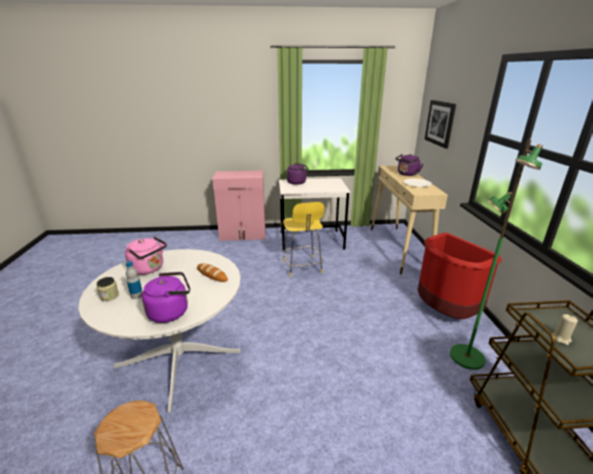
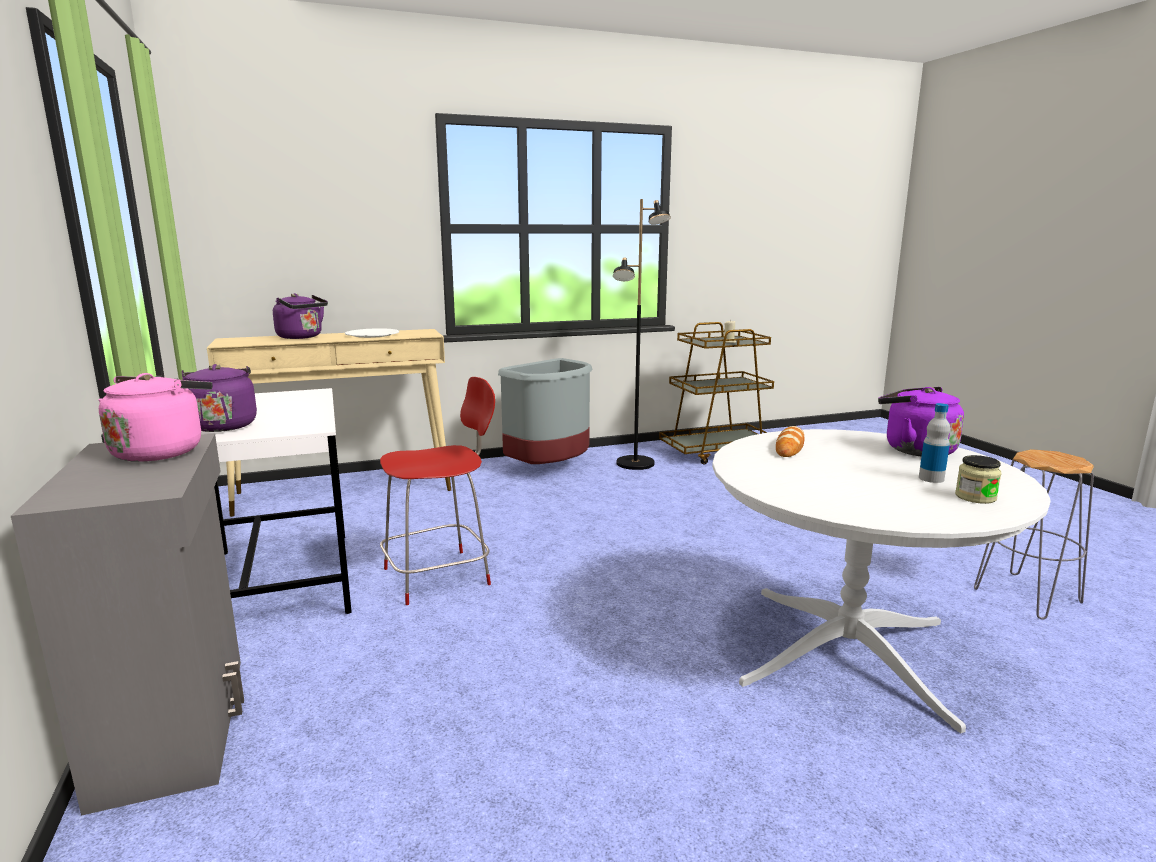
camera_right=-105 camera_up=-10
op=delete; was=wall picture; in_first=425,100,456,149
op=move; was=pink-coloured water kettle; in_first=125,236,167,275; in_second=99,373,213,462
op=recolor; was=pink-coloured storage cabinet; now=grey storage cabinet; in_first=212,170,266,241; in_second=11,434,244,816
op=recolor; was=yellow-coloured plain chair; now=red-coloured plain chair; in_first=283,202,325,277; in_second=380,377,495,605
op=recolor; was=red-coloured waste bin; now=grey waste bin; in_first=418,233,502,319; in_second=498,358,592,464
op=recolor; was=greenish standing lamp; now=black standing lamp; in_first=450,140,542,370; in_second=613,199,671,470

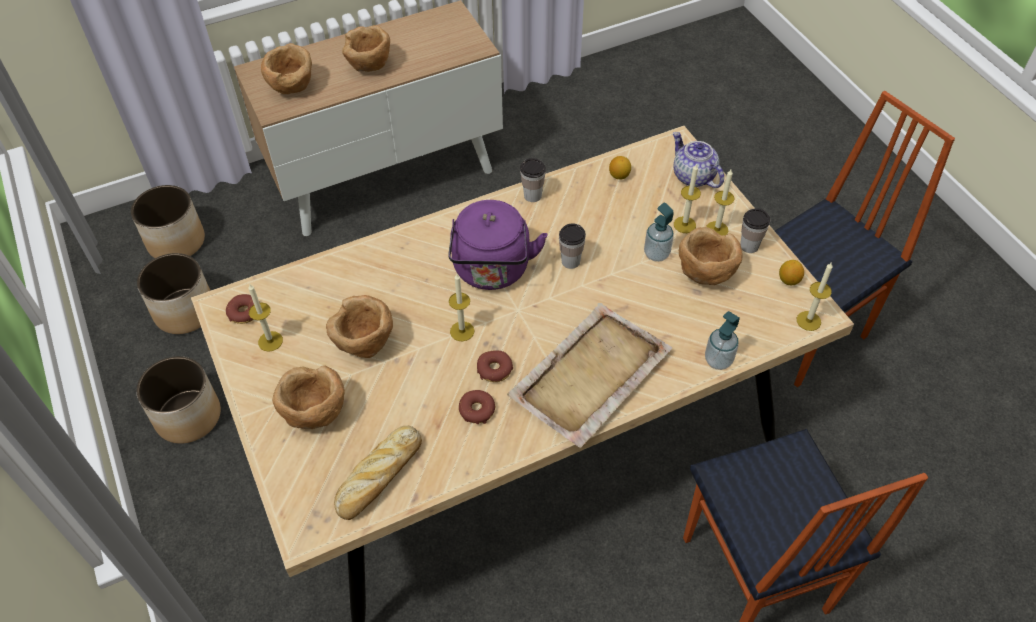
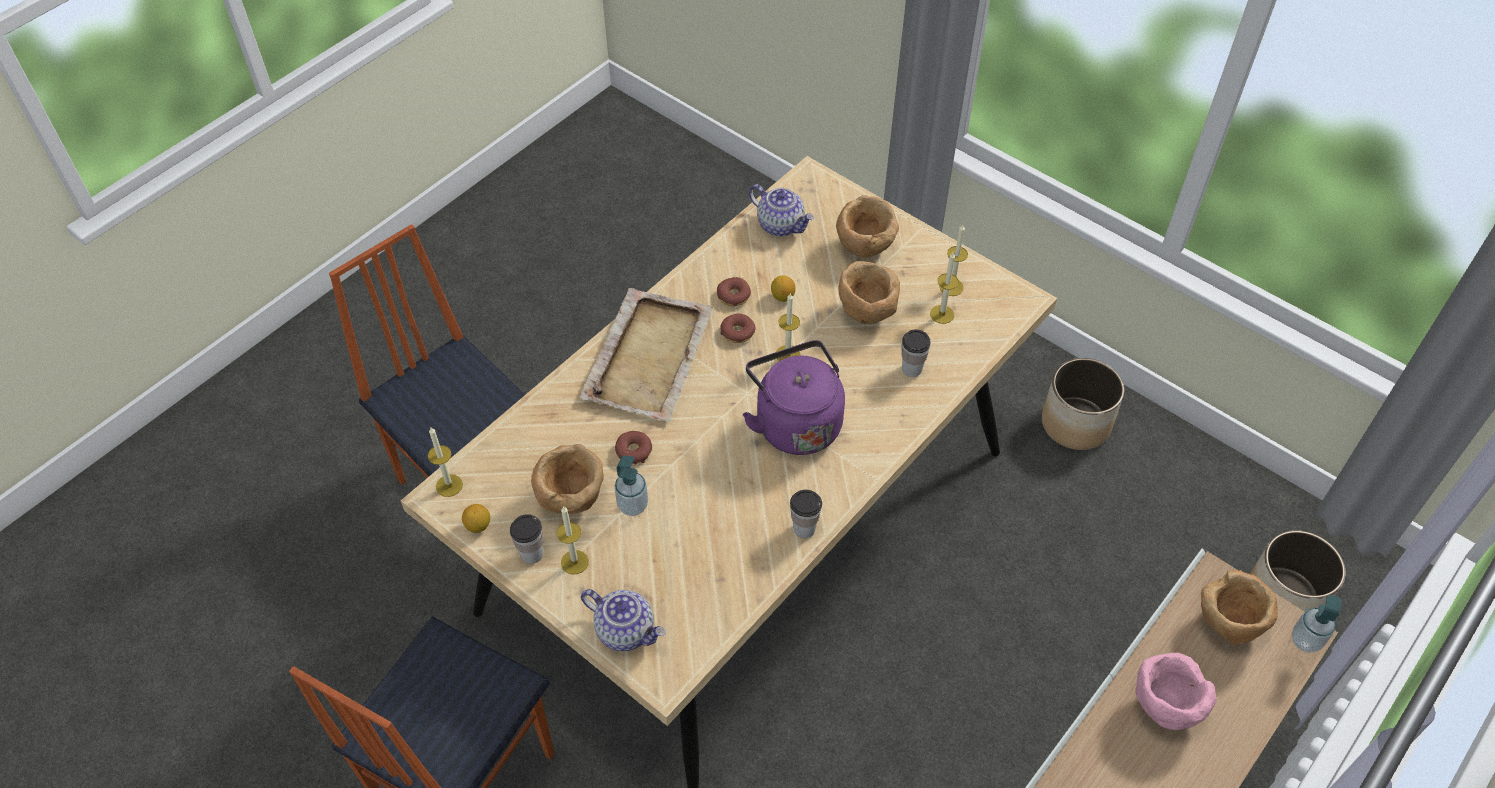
camera_right=155 camera_up=0
op=delete; was=flower pot; in_first=137,253,211,334
op=move; was=ring doughnut; in_first=226,294,260,324; in_second=615,431,652,464
op=move; was=cup; in_first=559,223,586,269; in_second=902,329,931,377
op=move; was=citrus fruit; in_first=609,156,631,180; in_second=771,276,795,302
op=move; was=wax light; in_first=674,164,701,233; in_second=930,253,959,324
op=move; was=soap bottle; in_first=705,311,740,370; in_second=1292,595,1342,653
op=replace; was=baked bread; now=tea pot; in_first=334,426,422,520; in_second=749,184,814,236
op=recolor; was=brownish serving bowl; now=pink-coloured serving bowl; in_first=342,25,390,72; in_second=1135,653,1217,730

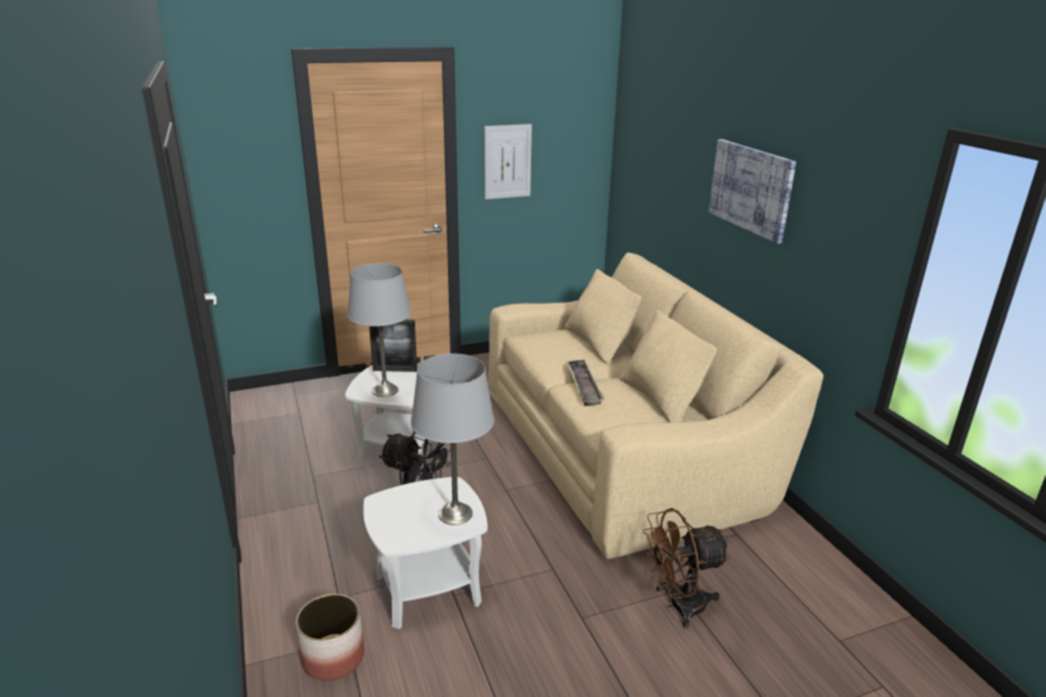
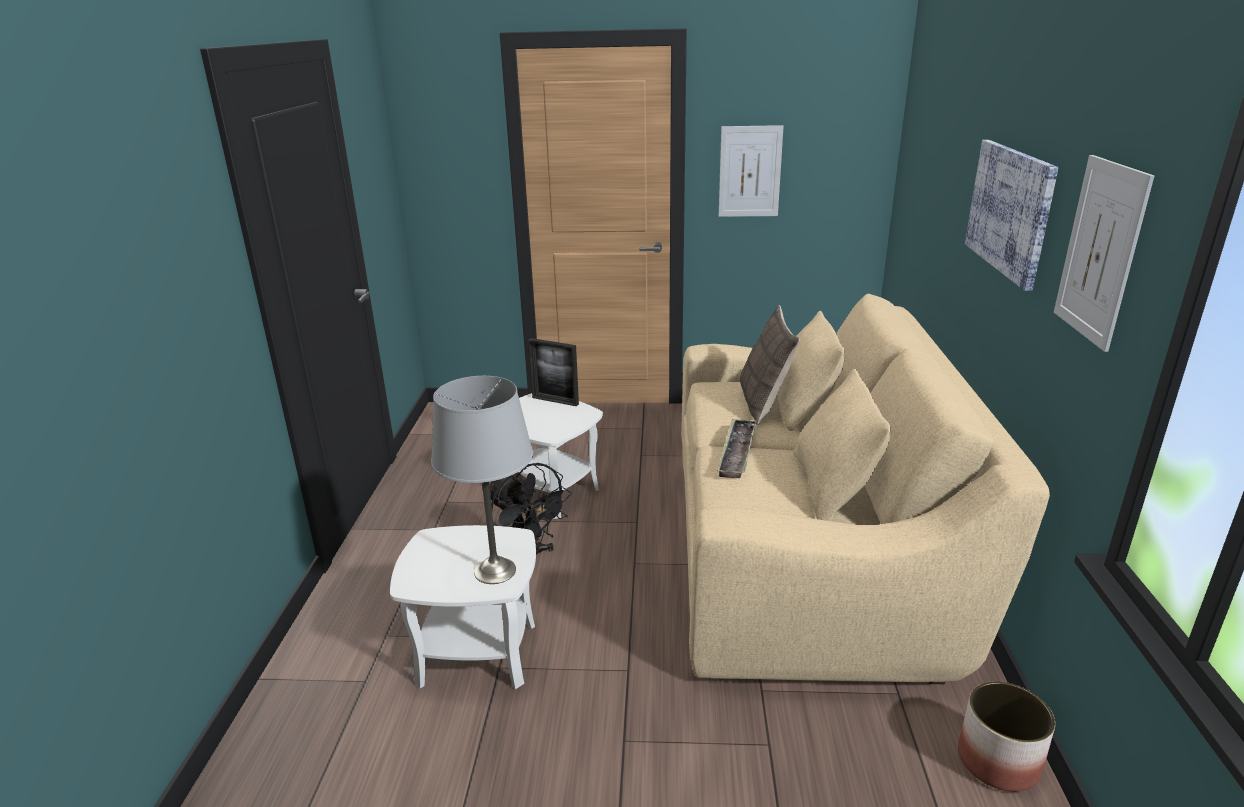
camera_right=25 camera_up=0
op=delete; was=grey table lamp; in_first=347,263,411,397
op=delete; was=brownish electric fan; in_first=643,508,731,629
op=insert; now=throw pillow; in_second=740,305,800,425
op=insert; now=wall picture; in_second=1054,155,1154,352
op=move; was=flower pot; in_first=296,594,364,681; in_second=958,681,1055,792

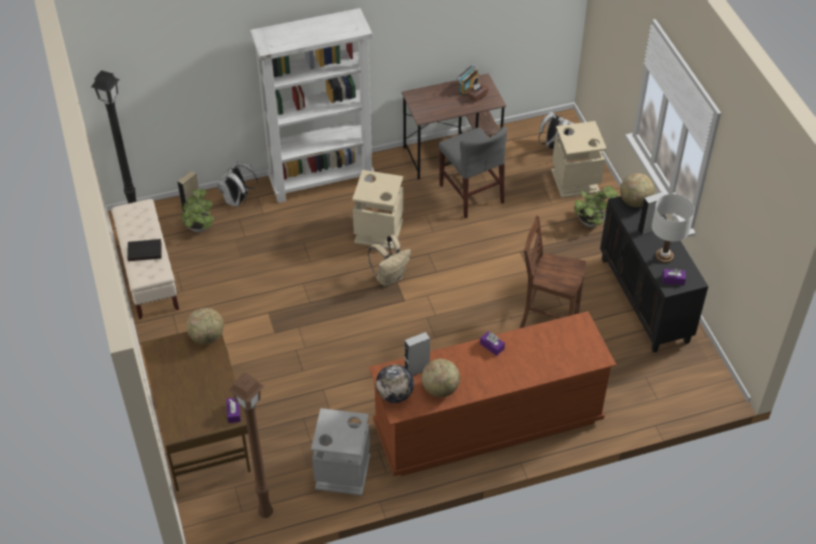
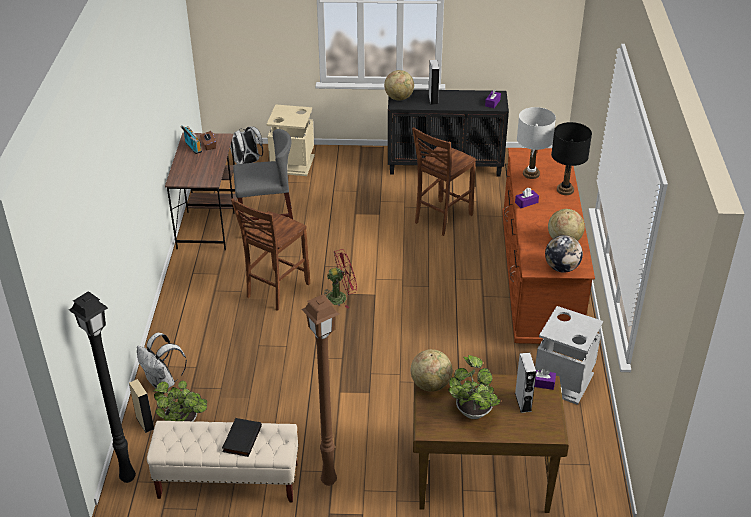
camera_right=-70 camera_up=-10
op=delete; was=white bookshelf; in_first=250,8,374,203
op=insert; now=black table lamp; in_second=551,122,592,195
op=move; was=brownish standing lamp; in_first=228,372,273,518; in_second=302,294,339,486
op=move; was=grey loudspeaker; in_first=405,332,430,376; in_second=515,353,536,413
op=move; was=potted plant; in_first=574,186,618,227; in_second=448,355,501,419
op=move; was=white table lamp; in_first=652,194,695,263; in_second=517,107,556,179
op=replace; was=beige waste bin; now=brownish plain chair; in_first=352,170,403,250; in_second=231,198,310,311
op=replace; was=beige knapsack; now=red-coloured electric fan; in_first=368,235,411,286; in_second=324,249,357,309

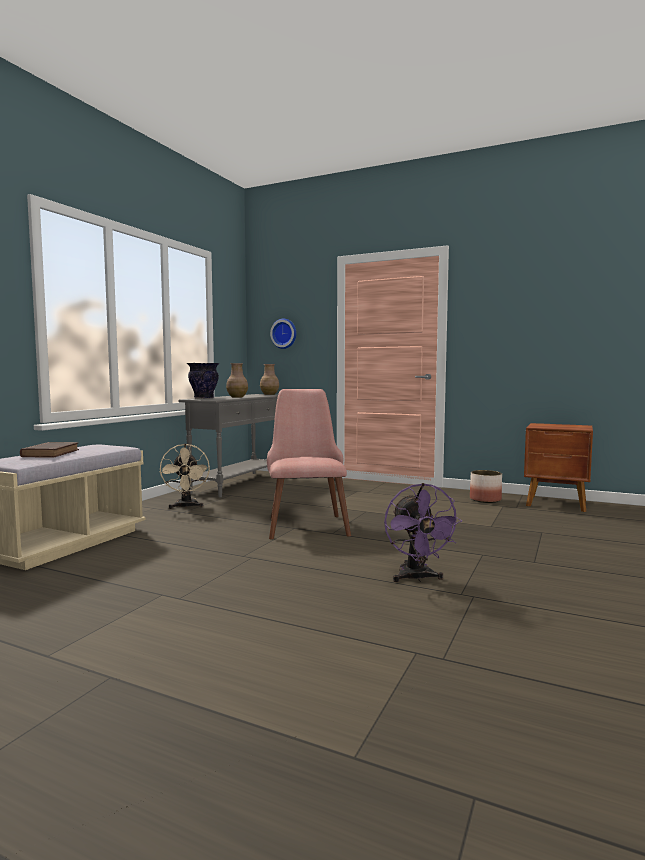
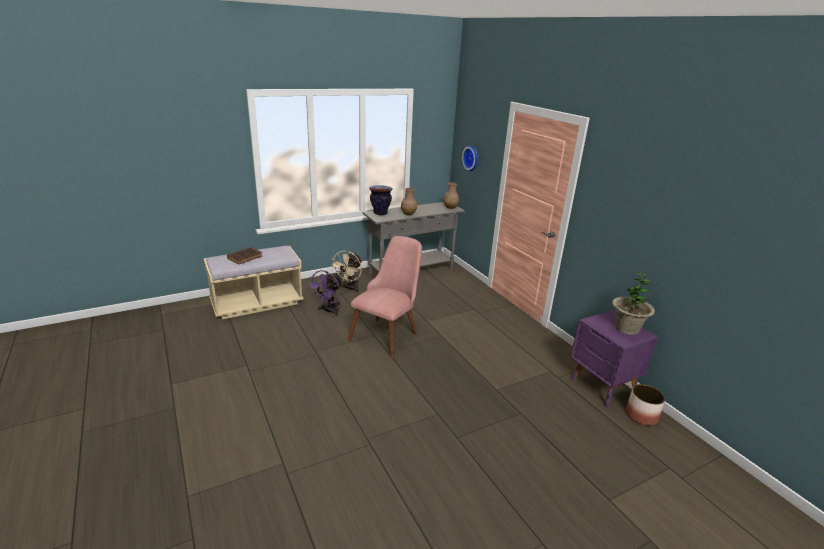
camera_right=35 camera_up=20
op=insert; now=potted plant; in_second=612,272,655,335
op=move; was=purple-coloured electric fan; in_first=384,483,462,582; in_second=307,270,343,316
op=move; was=flower pot; in_first=470,470,502,503; in_second=626,384,665,426
op=recolor; was=brownish nightstand; now=purple-coloured nightstand; in_first=524,423,593,512; in_second=571,310,658,408

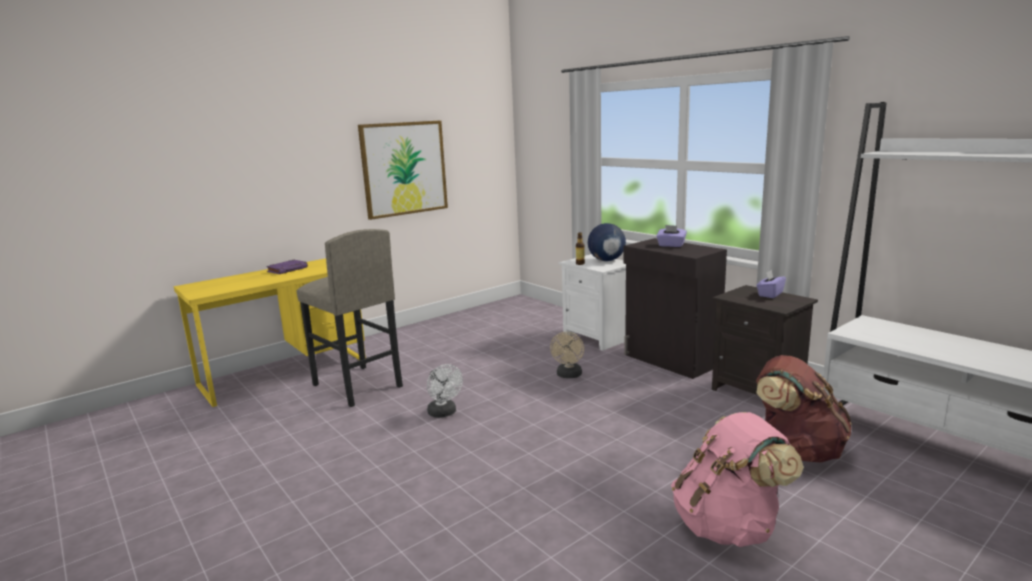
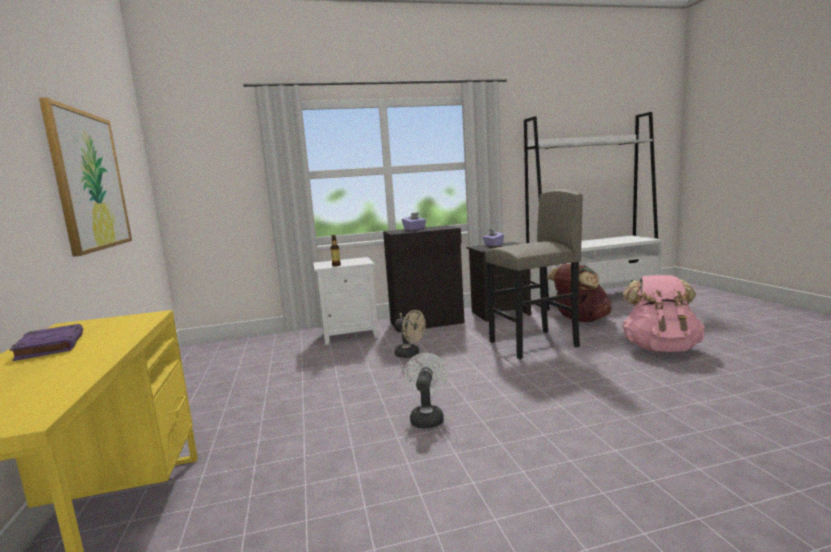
camera_right=-65 camera_up=-5
op=delete; was=world globe; in_first=588,223,626,261
op=move; was=grey stool seat; in_first=297,229,403,407; in_second=485,189,583,359
op=rotate; was=white electric fan; in_first=427,364,463,418; in_second=405,353,448,428; clockwise=-75

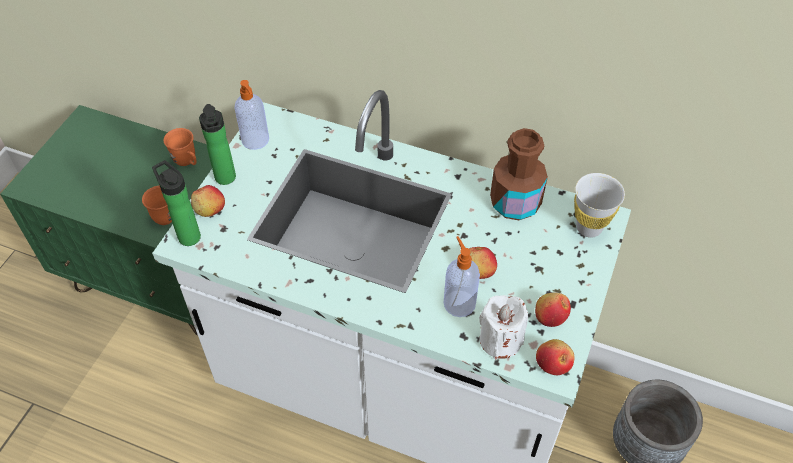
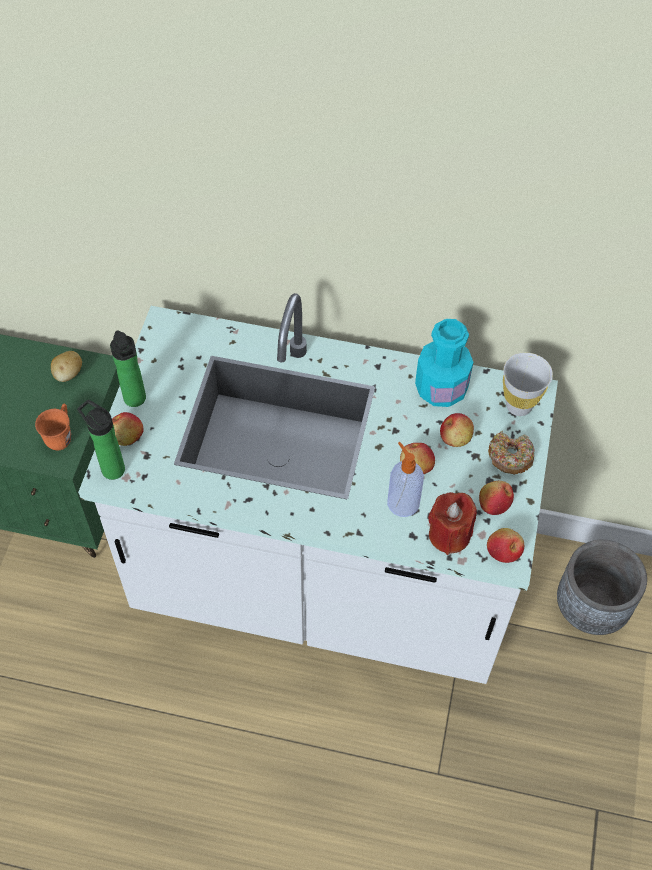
camera_right=-10 camera_up=5
op=delete; was=soap bottle; in_first=235,80,269,150
op=insert; now=apple; in_second=440,413,474,447
op=insert; now=ring doughnut; in_second=488,431,535,475
op=replace; was=orange mug; now=potato; in_first=164,128,197,166; in_second=51,351,82,382
op=recolor; was=white wax light; now=red-coloured wax light; in_first=479,295,528,359; in_second=428,492,477,555
op=recolor; was=brownish bottle; now=blue-green bottle; in_first=490,128,548,220; in_second=415,319,473,407

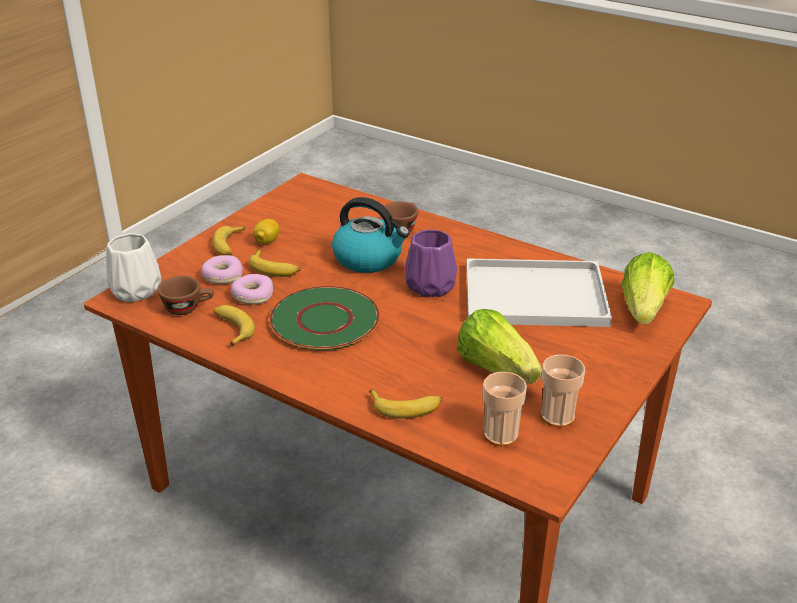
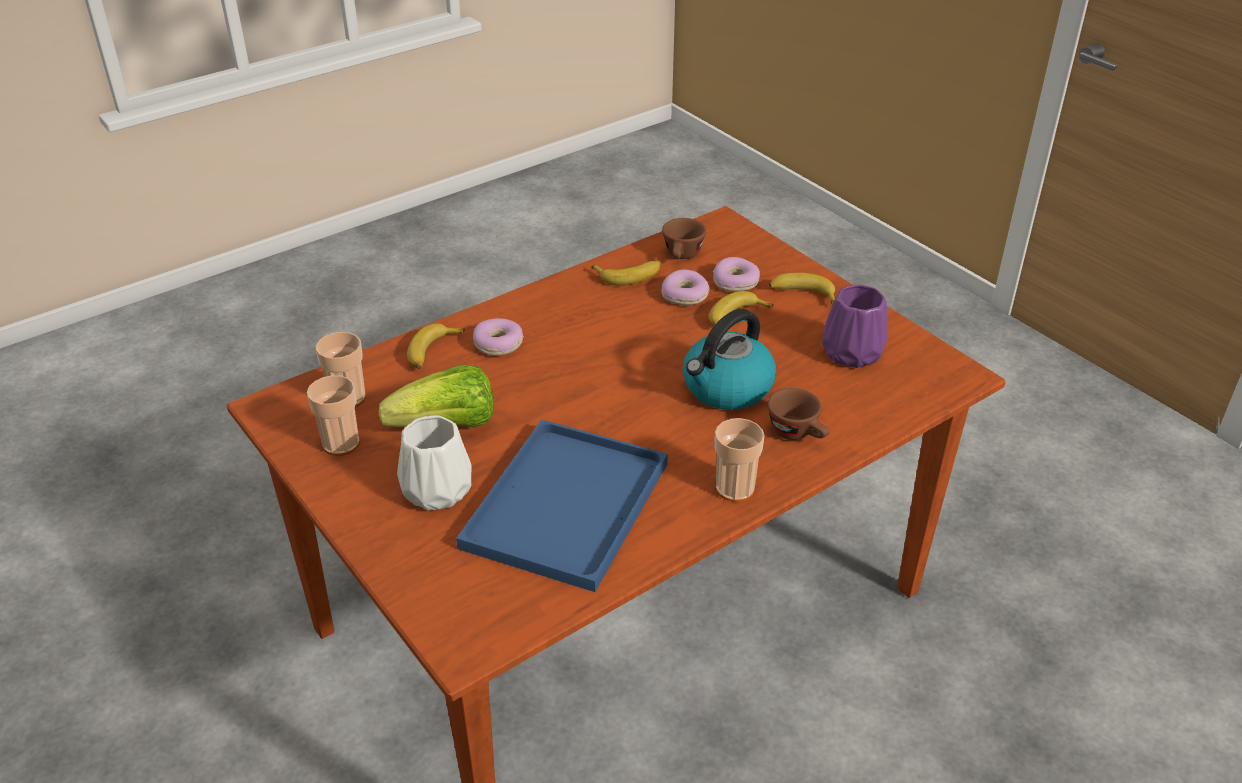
camera_right=110 camera_up=5
op=delete; was=citrus fruit; in_first=253,219,279,244
op=delete; was=greenish flat dish; in_first=269,286,380,350
op=delete; was=lettuce head; in_first=621,252,674,324
op=insert; now=ring doughnut; in_second=473,318,524,356
op=insert; now=cup; in_second=714,418,764,502
op=move; was=white flower vase; in_first=106,233,162,302; in_second=397,415,472,510
op=move; was=purple-coloured flower vase; in_first=405,229,457,297; in_second=822,285,888,368
op=recolor; was=white serving tray; now=bluish serving tray; in_first=466,258,612,327; in_second=456,420,668,592

